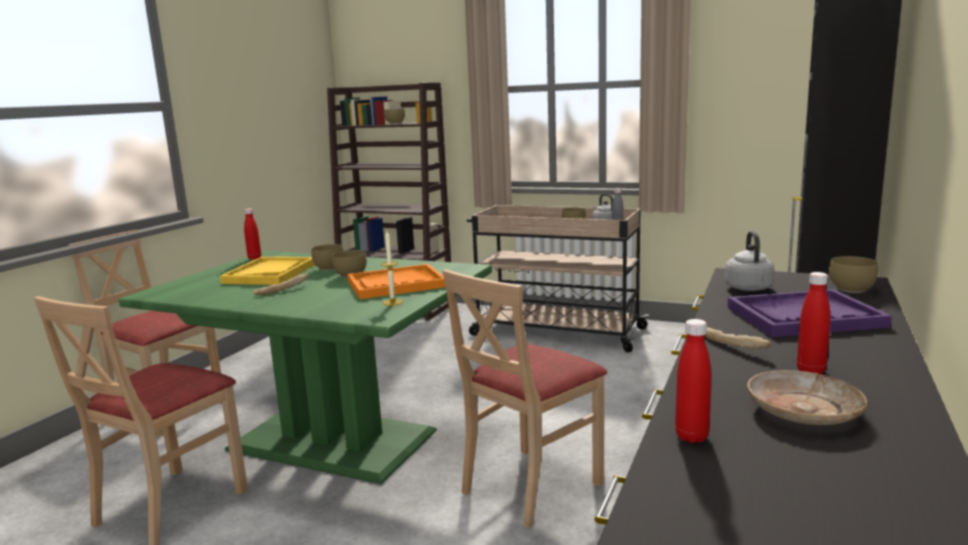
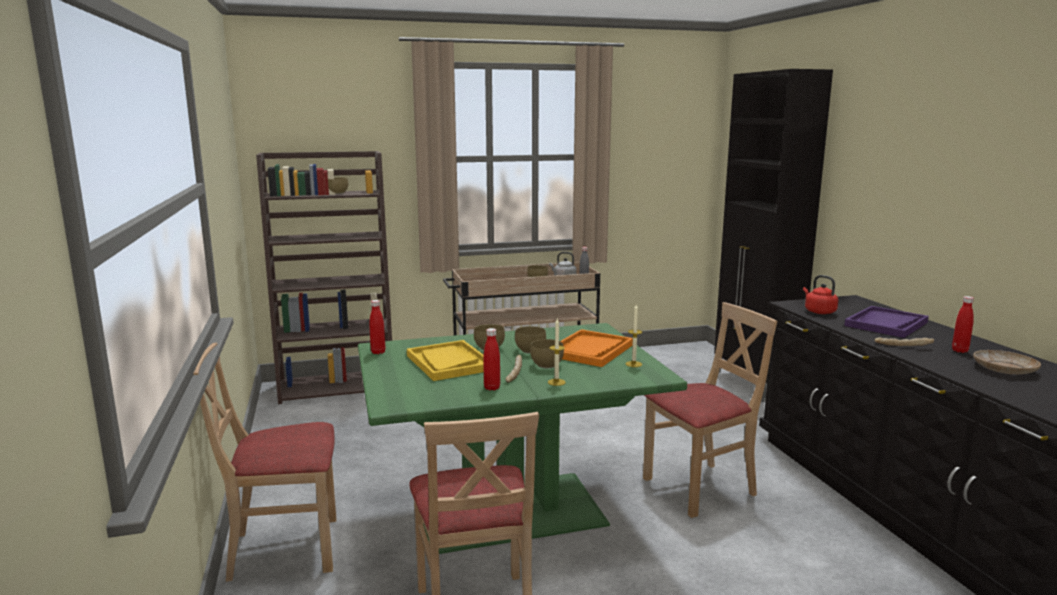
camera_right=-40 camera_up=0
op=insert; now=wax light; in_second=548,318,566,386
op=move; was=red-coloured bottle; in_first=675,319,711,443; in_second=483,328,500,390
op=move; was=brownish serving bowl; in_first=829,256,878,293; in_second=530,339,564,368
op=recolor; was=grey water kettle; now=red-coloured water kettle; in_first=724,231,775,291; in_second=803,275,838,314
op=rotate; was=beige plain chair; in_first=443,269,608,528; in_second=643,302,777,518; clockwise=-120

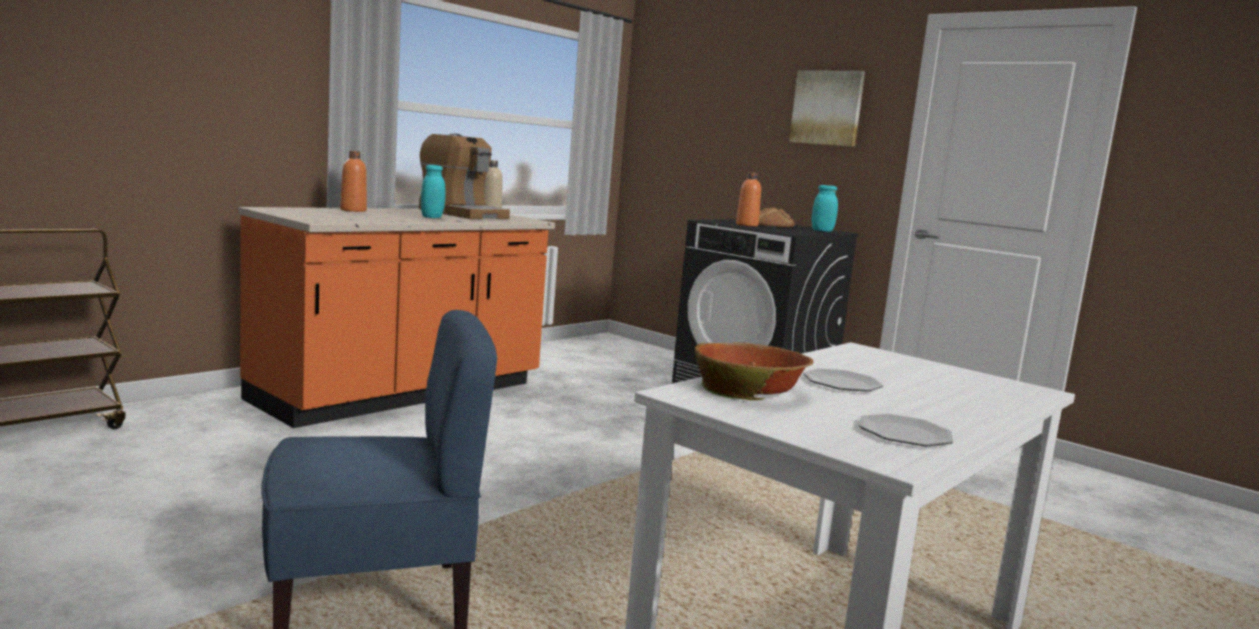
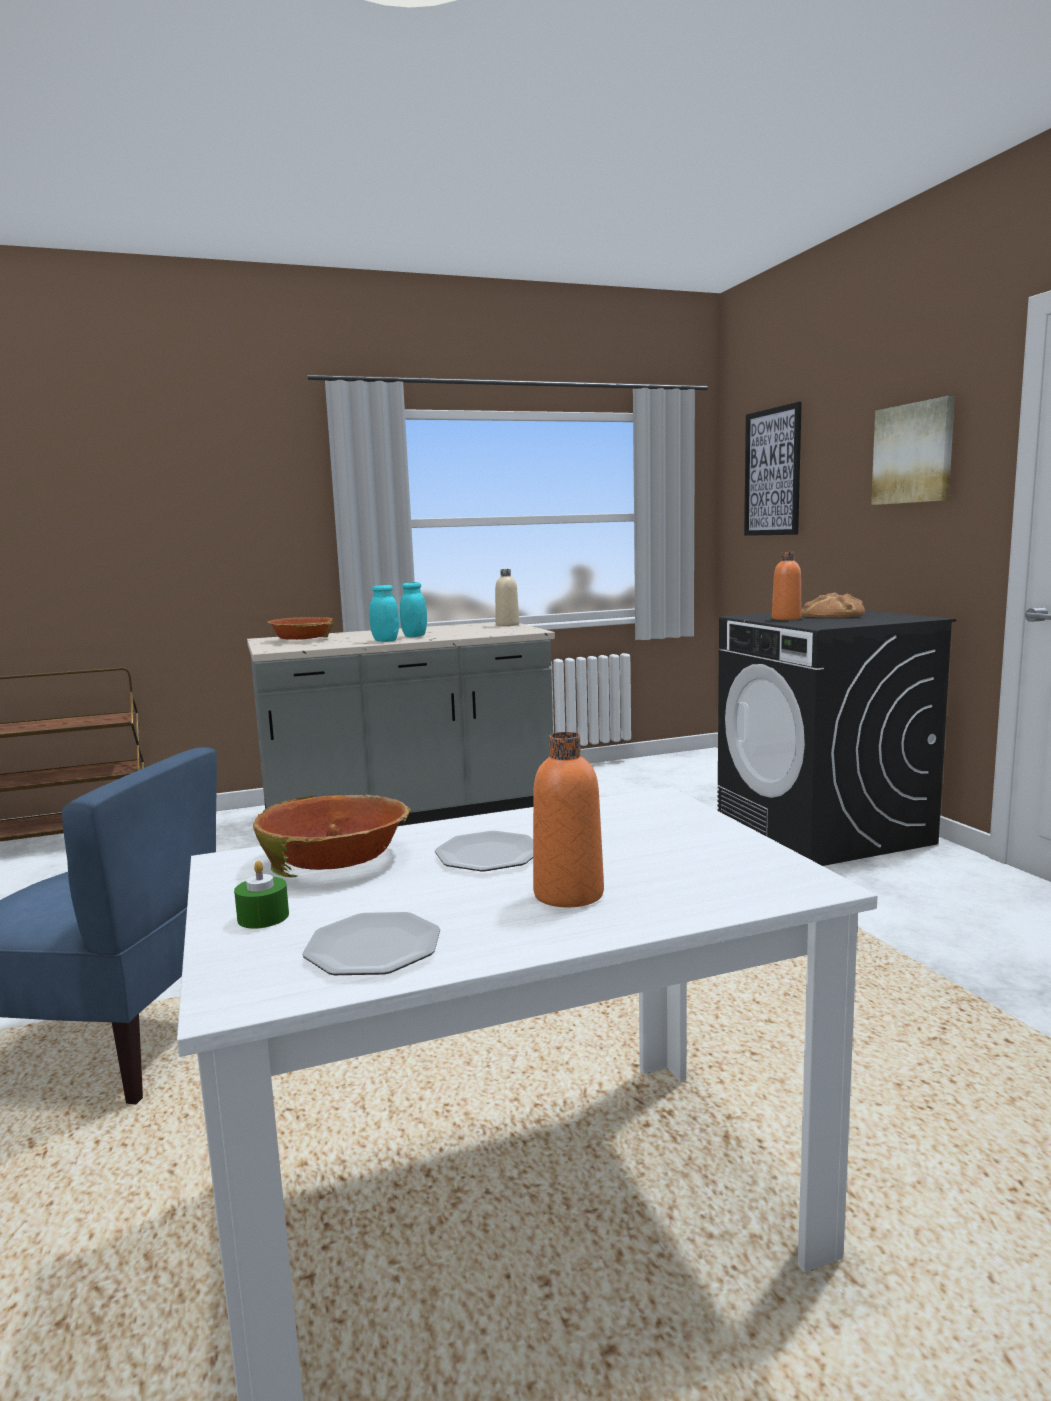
camera_right=30 camera_up=0
op=delete; was=coffee brewer; in_first=419,133,510,219
op=insert; now=greenish wax light; in_second=234,861,289,929
op=insert; now=serving bowl; in_second=267,617,333,640
op=insert; now=wall picture; in_second=744,402,802,536
op=move; was=orange bottle; in_first=340,151,367,212; in_second=533,732,604,907
op=move; was=blue-green storage jar; in_first=812,185,838,232; in_second=370,585,399,642
op=recolor; was=orange counter; now=grey counter; in_first=239,207,555,428; in_second=247,622,555,826

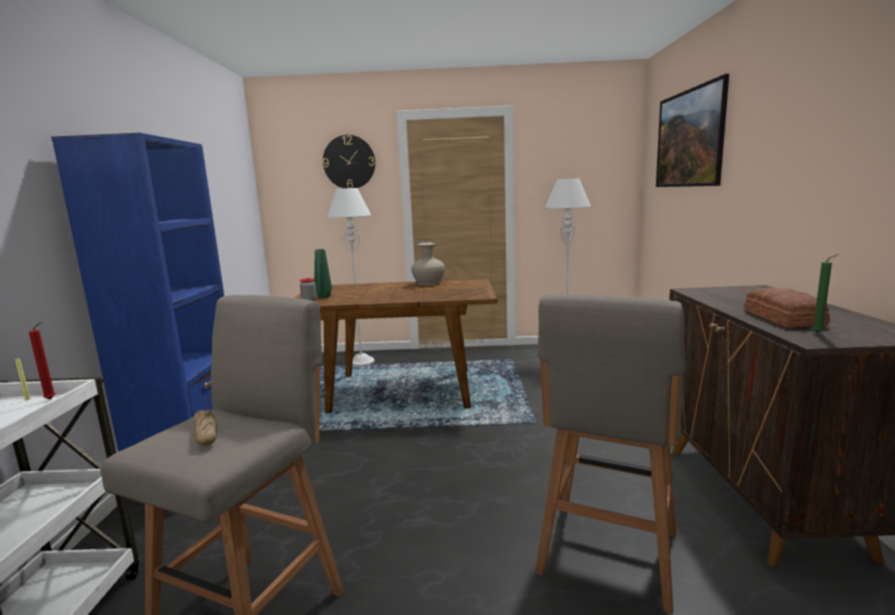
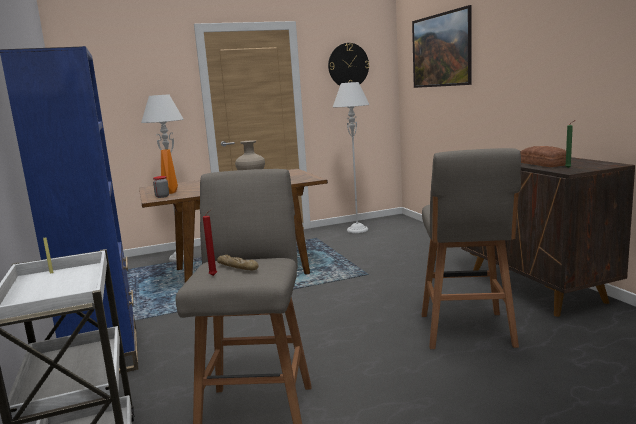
camera_right=-20 camera_up=0
op=move; was=red-coloured wax light; in_first=29,322,56,400; in_second=203,208,217,276
op=move; was=hanging clock; in_first=323,135,375,188; in_second=328,43,369,86
op=recolor; was=greenish flower vase; now=orange flower vase; in_first=314,249,332,298; in_second=161,149,178,194

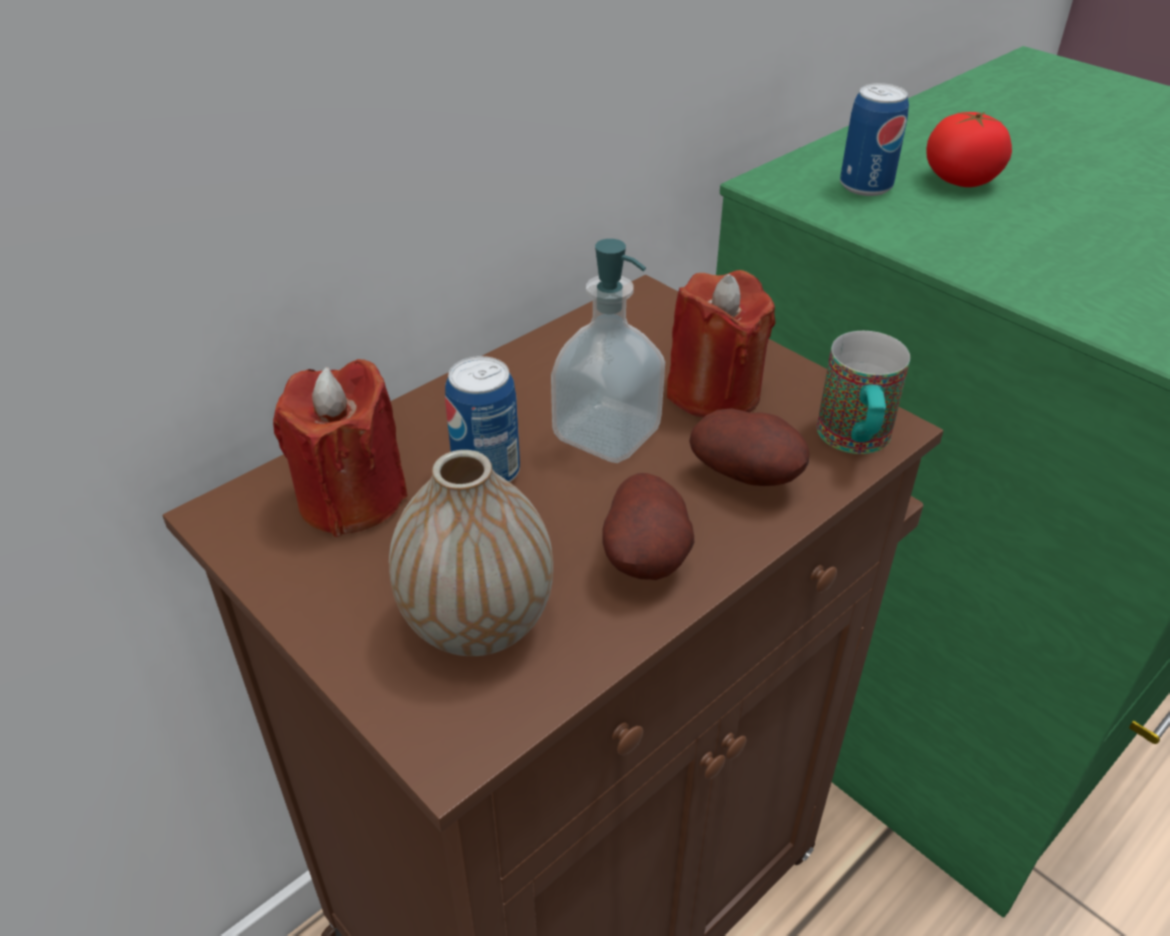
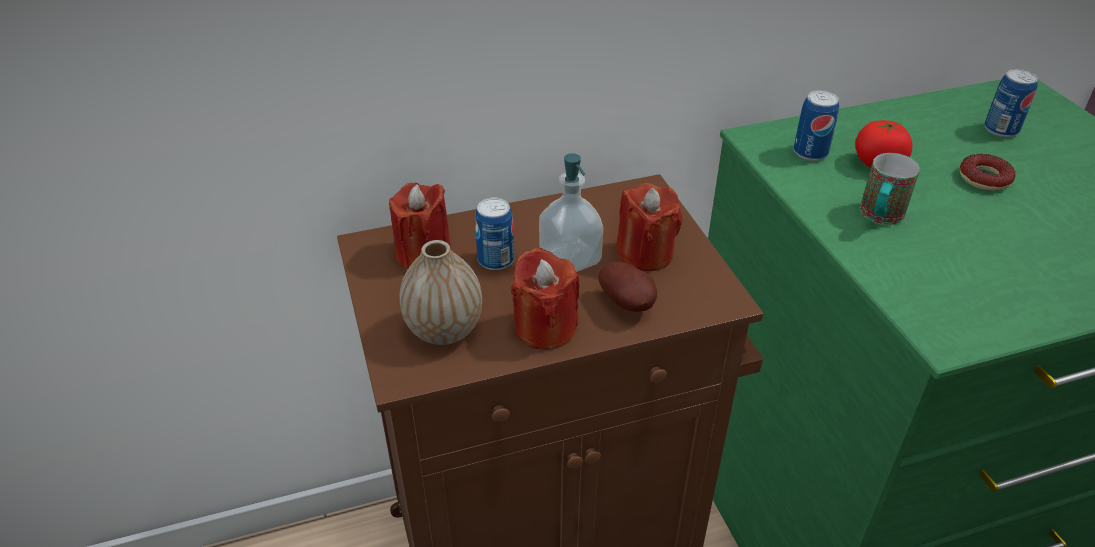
camera_right=25 camera_up=0
op=insert; now=ring doughnut; in_second=960,154,1015,191
op=insert; now=sealed can; in_second=984,69,1038,138
op=move; was=mug; in_first=817,331,910,454; in_second=860,153,920,225
op=replace; was=potato; now=red-coloured wax light; in_first=602,473,694,580; in_second=511,247,580,350

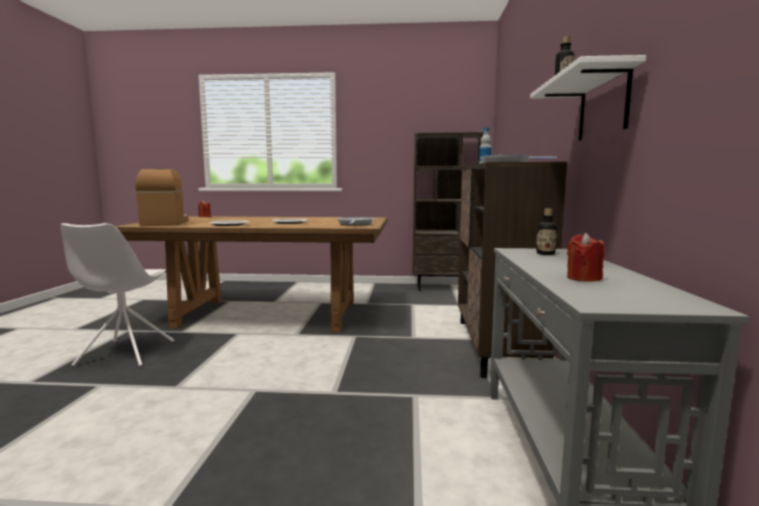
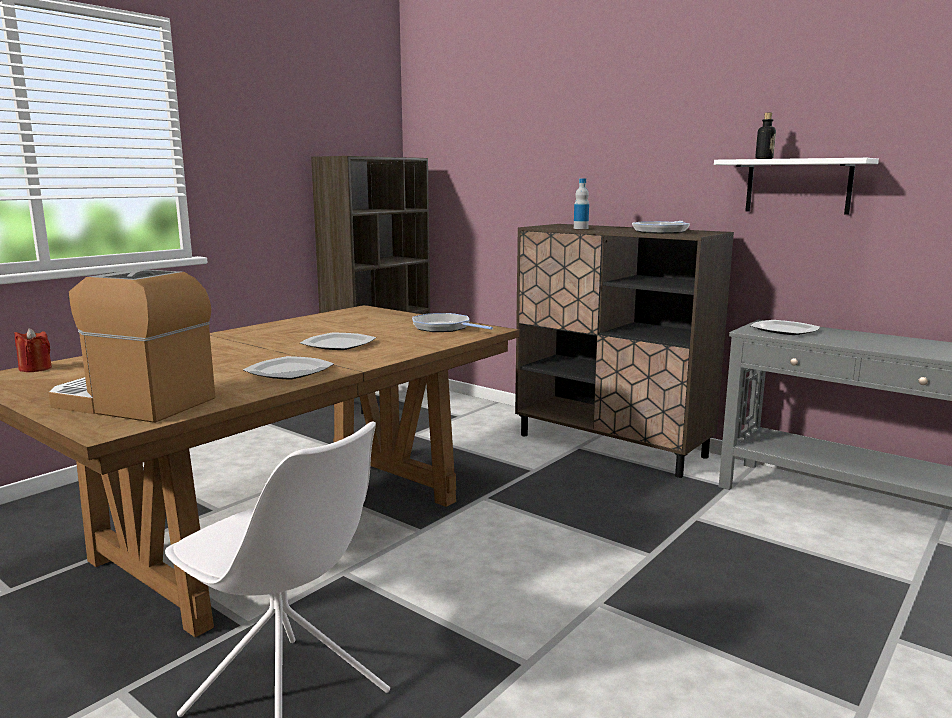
camera_right=-55 camera_up=5
op=delete; was=red-coloured wax light; in_first=567,233,605,282
op=replace; was=bottle; now=flat dish; in_first=536,208,557,255; in_second=750,320,820,335

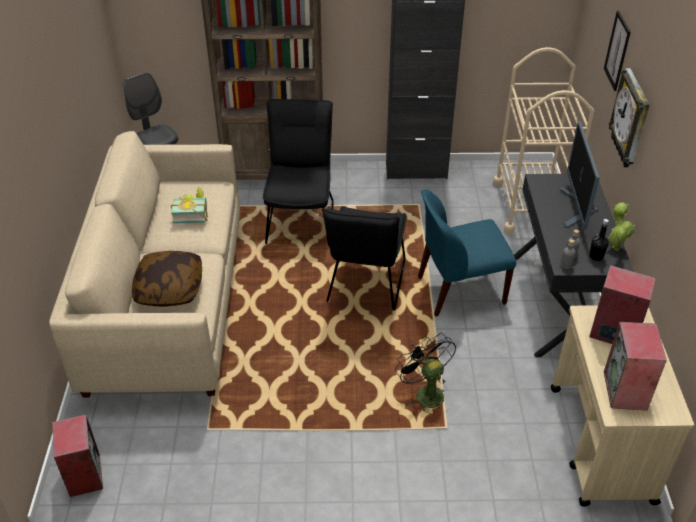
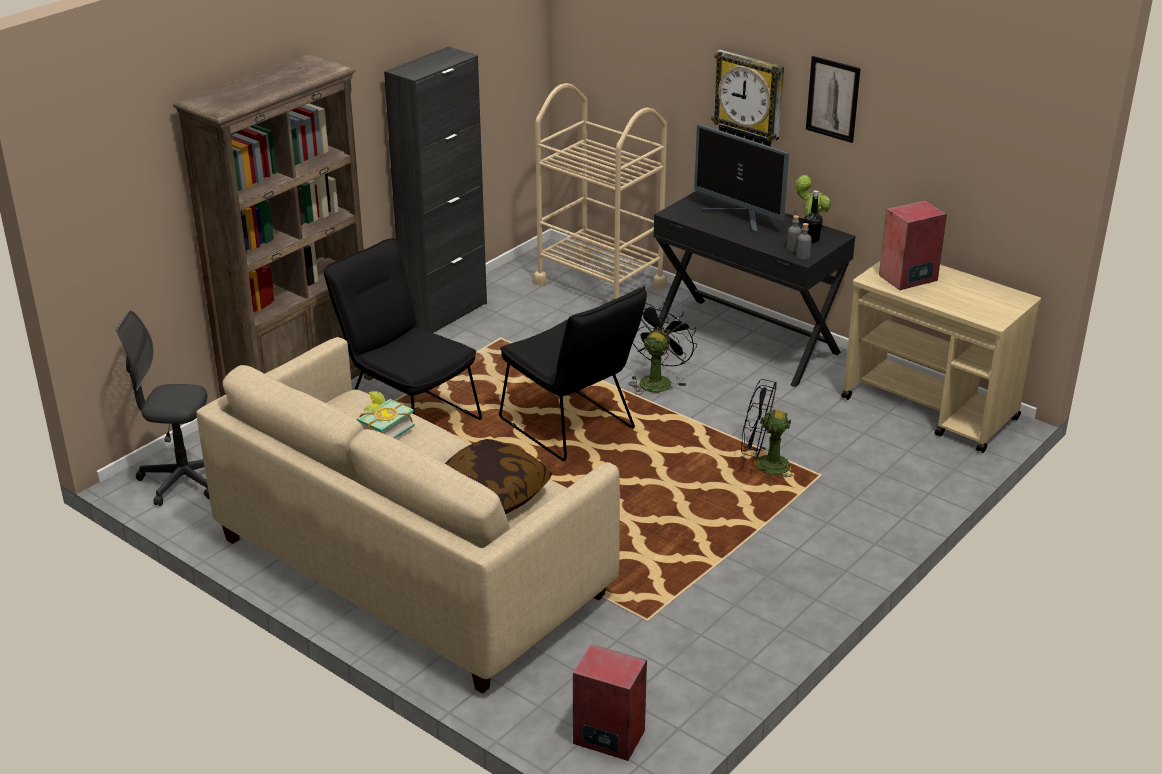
camera_right=-50 camera_up=-10
op=delete; was=loudspeaker; in_first=604,322,667,410
op=move; was=wall picture; in_first=604,11,630,91; in_second=806,56,861,143
op=replace; was=bluish plain chair; now=black electric fan; in_first=418,189,516,317; in_second=628,302,697,395

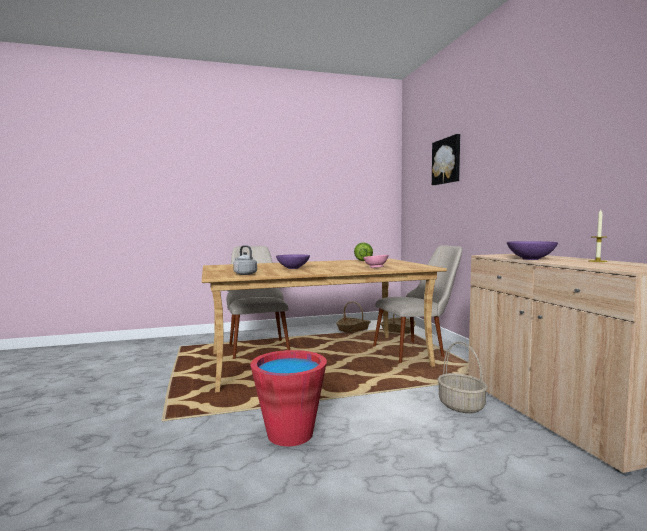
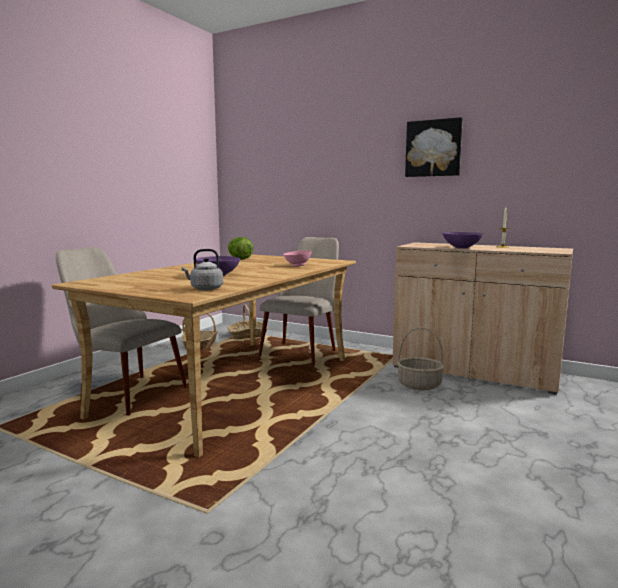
camera_right=-45 camera_up=5
op=delete; was=red-coloured pail; in_first=250,350,327,446
op=move; was=wall picture; in_first=432,134,460,185; in_second=405,117,463,177

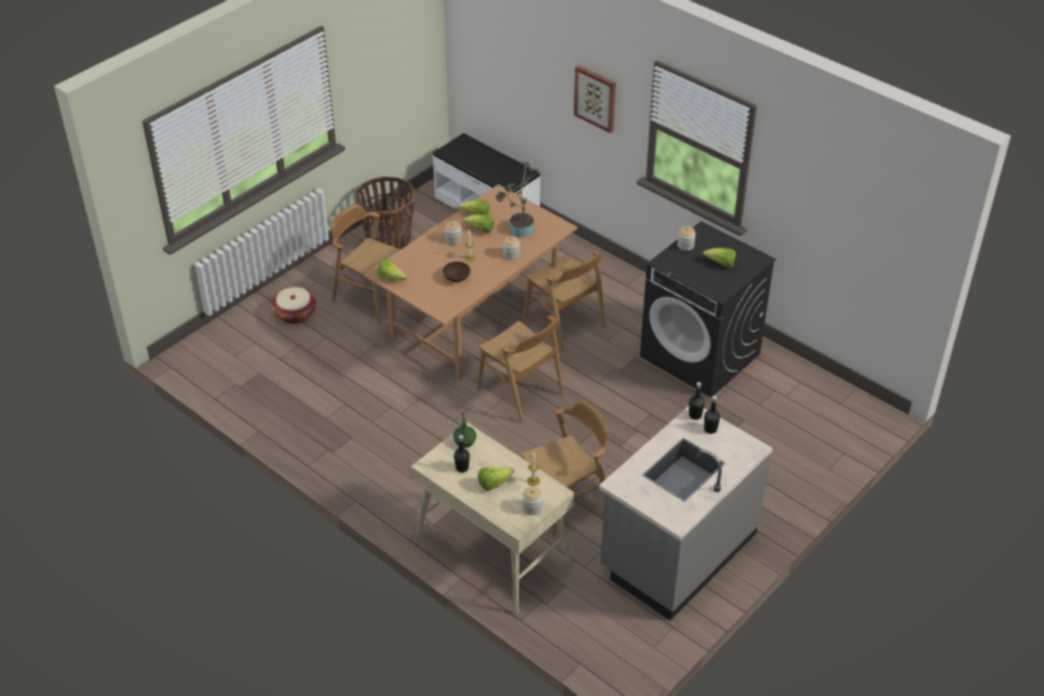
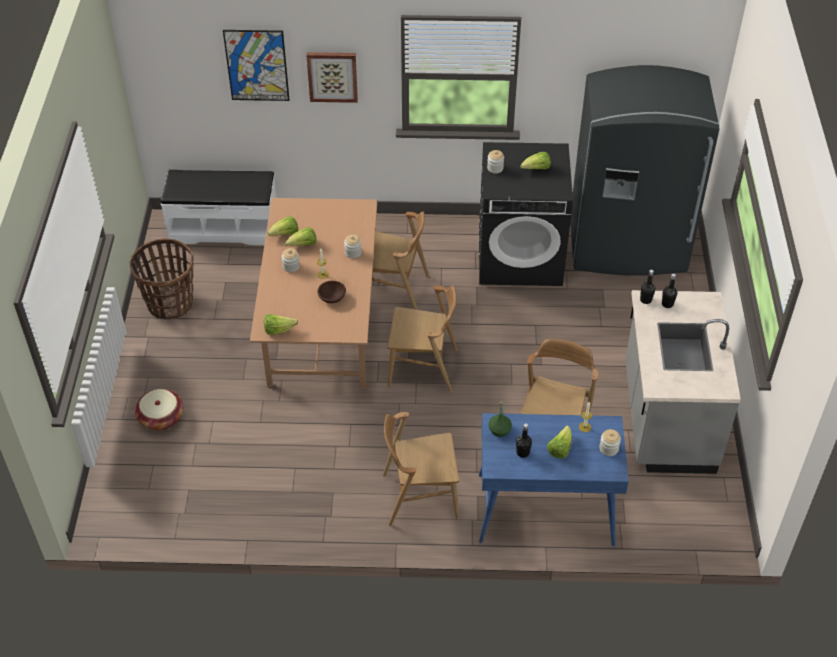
camera_right=-40 camera_up=5
op=delete; was=potted plant; in_first=495,161,538,237
op=insert; now=wall picture; in_second=223,30,289,101
op=insert; now=grey fridge; in_second=570,65,720,276
op=move; was=brownish plain chair; in_first=331,203,401,324; in_second=383,412,459,526
op=recolor; was=beige desk table; now=bluish desk table; in_first=411,422,574,615; in_second=479,413,629,546

